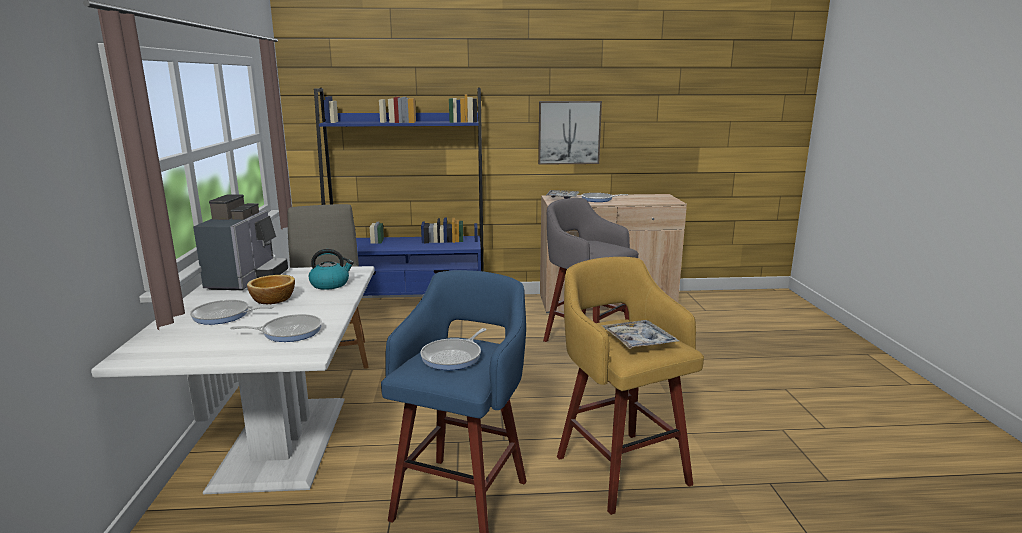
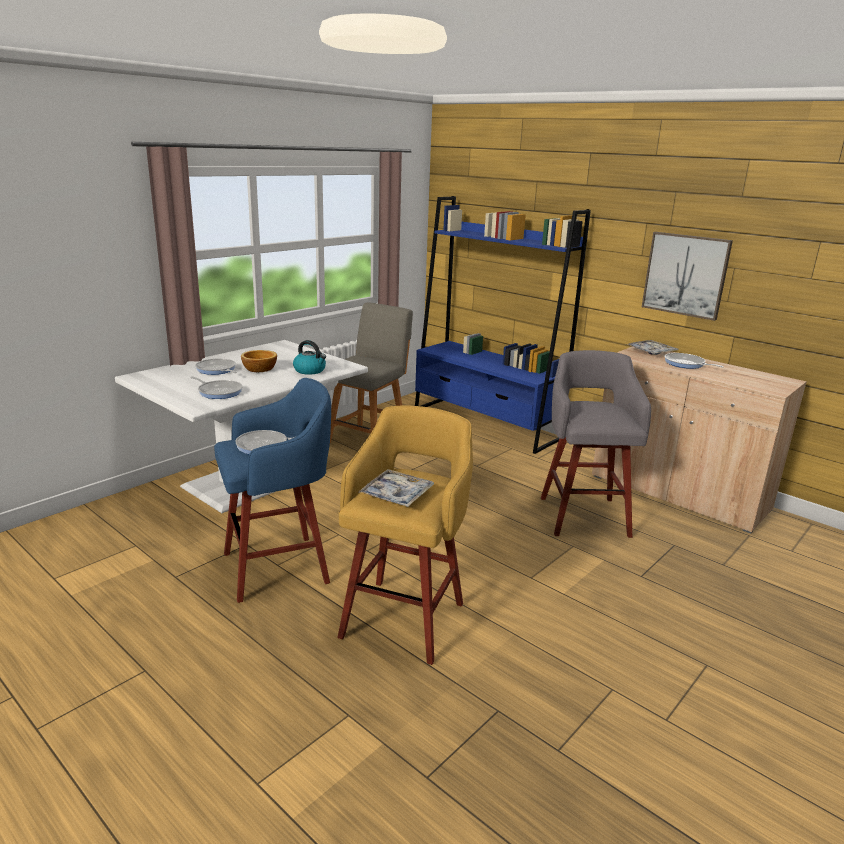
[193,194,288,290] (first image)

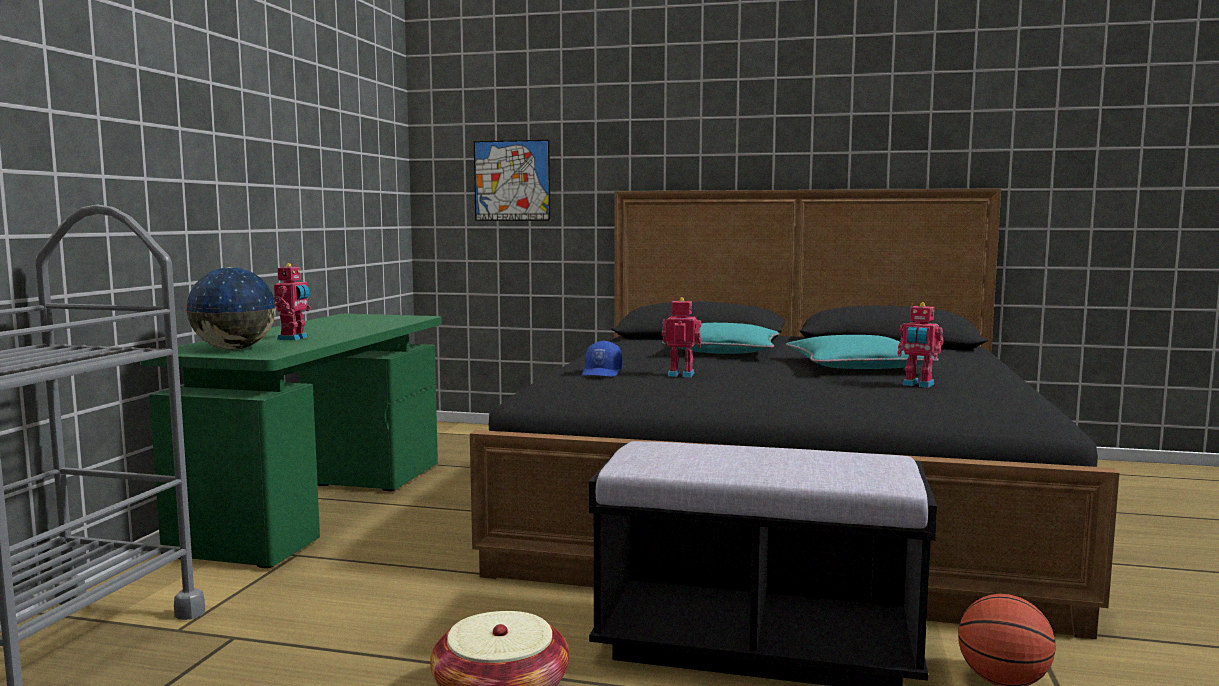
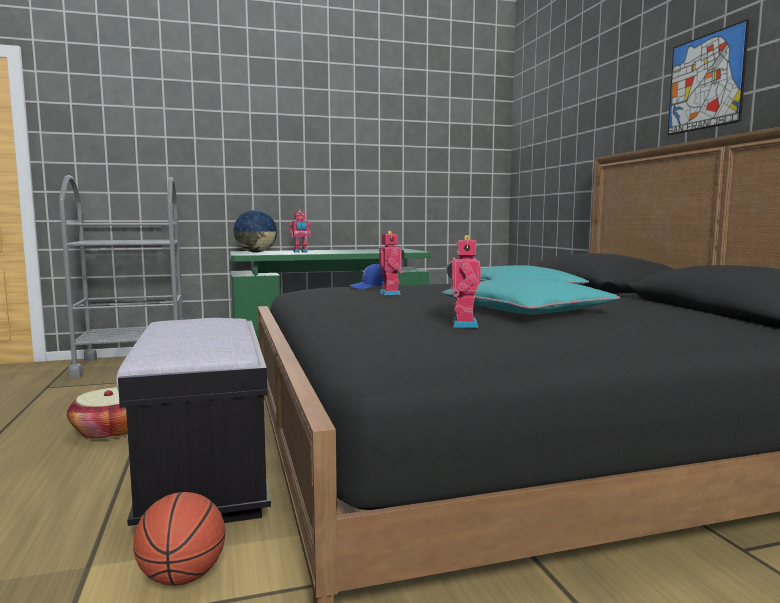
[668,19,750,135]

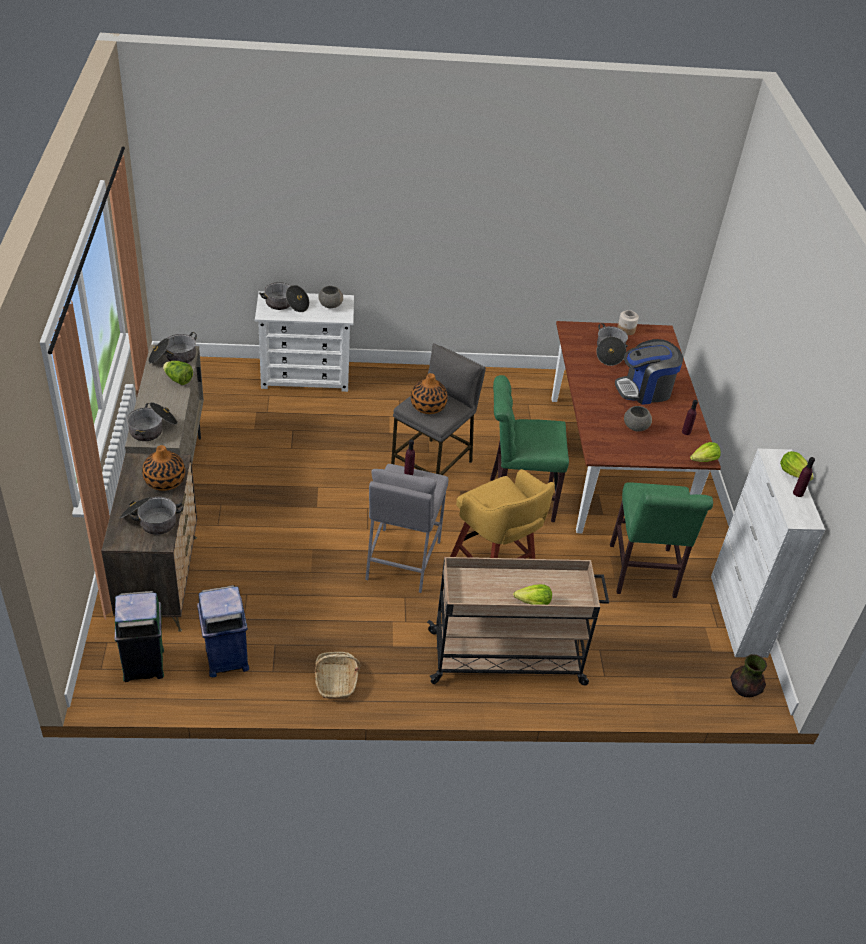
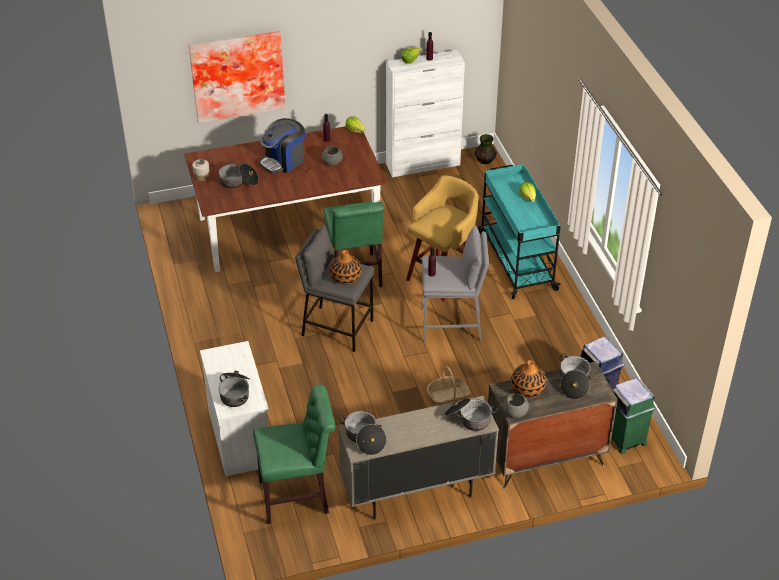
[163,361,193,385] (first image)
[189,31,286,123]
[427,366,470,406]
[503,393,529,418]
[253,384,335,524]
[478,164,561,299]
[259,118,305,173]

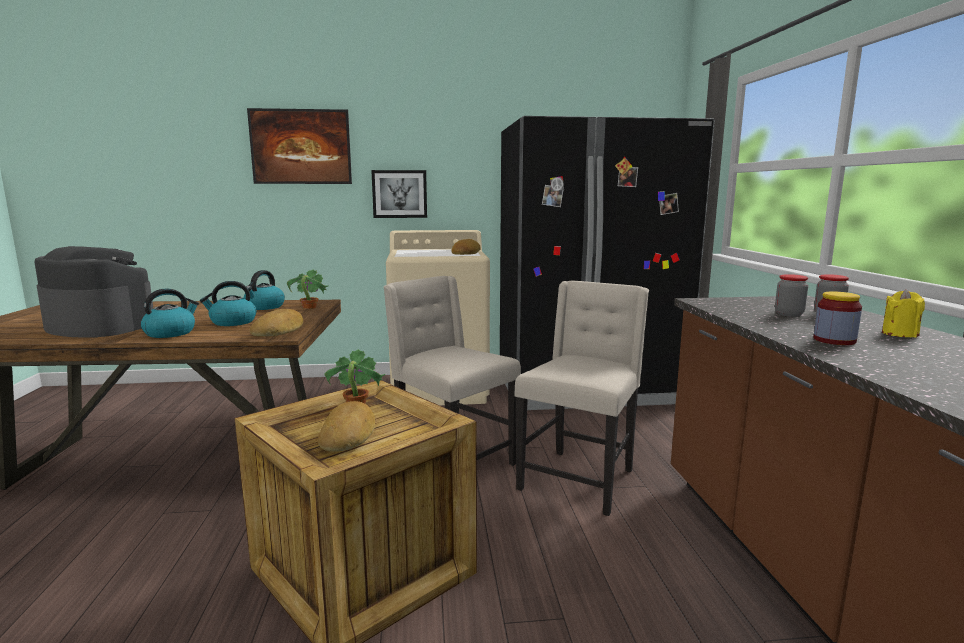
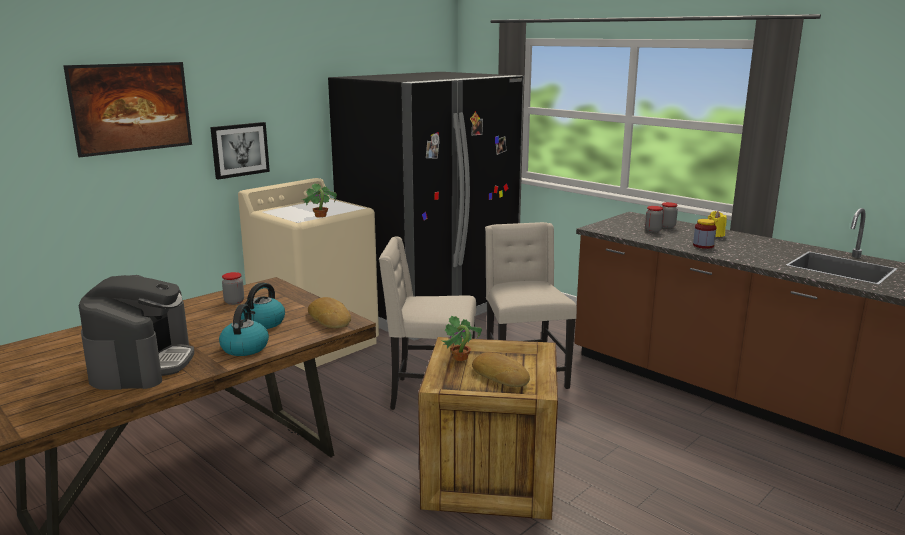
[451,239,481,255] (first image)
[302,183,337,218]
[222,272,244,305]
[79,275,194,390]

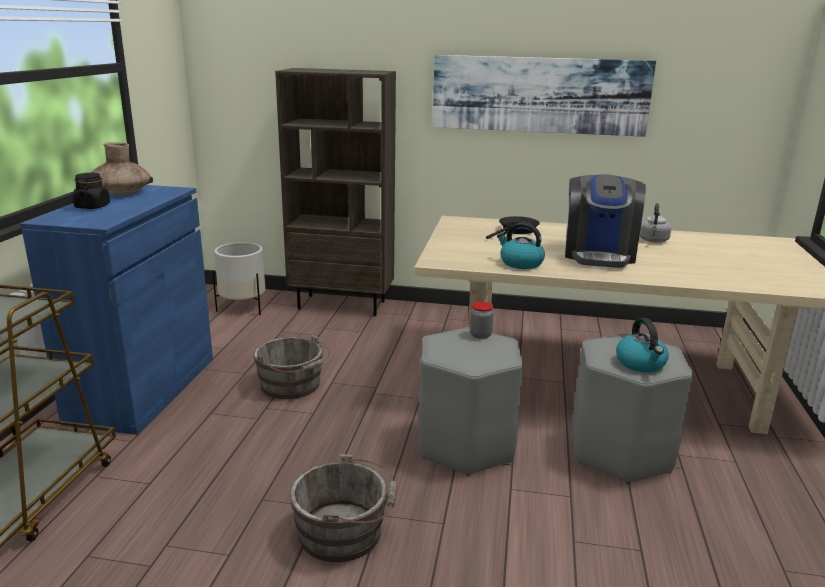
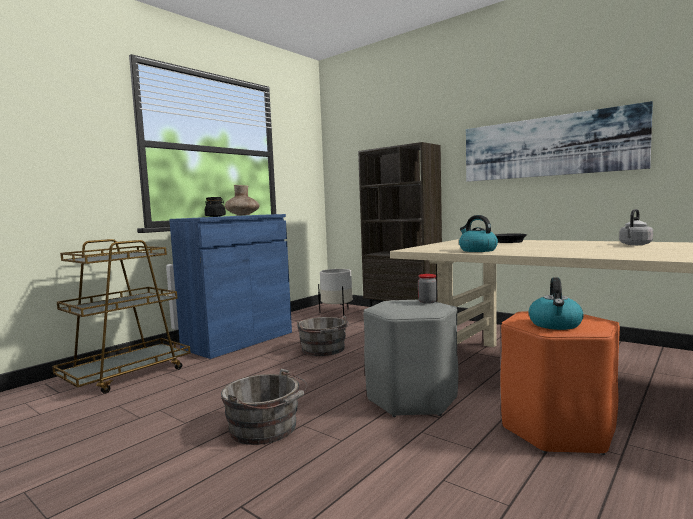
[565,174,646,268] (first image)
[501,311,620,455]

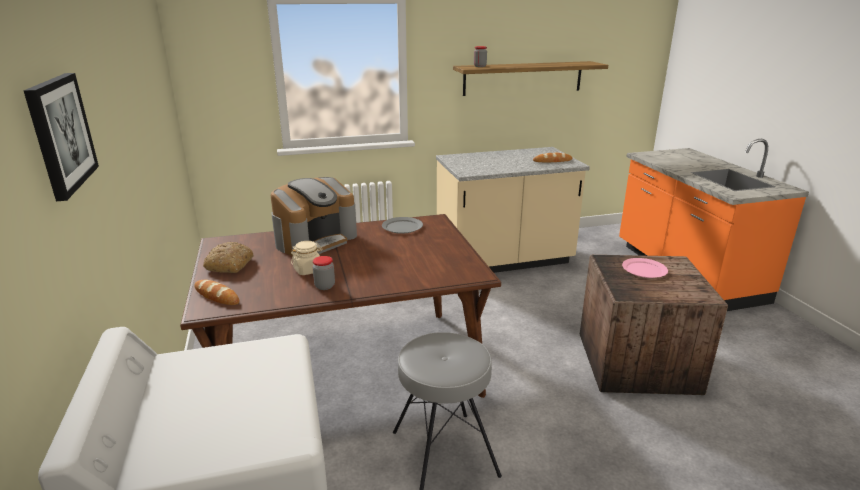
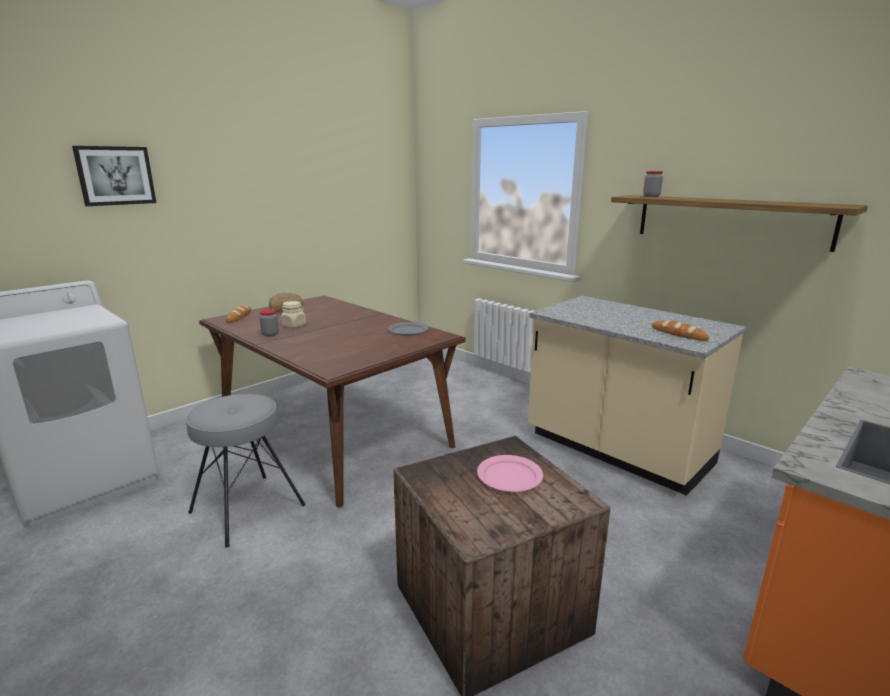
[271,177,357,257] (first image)

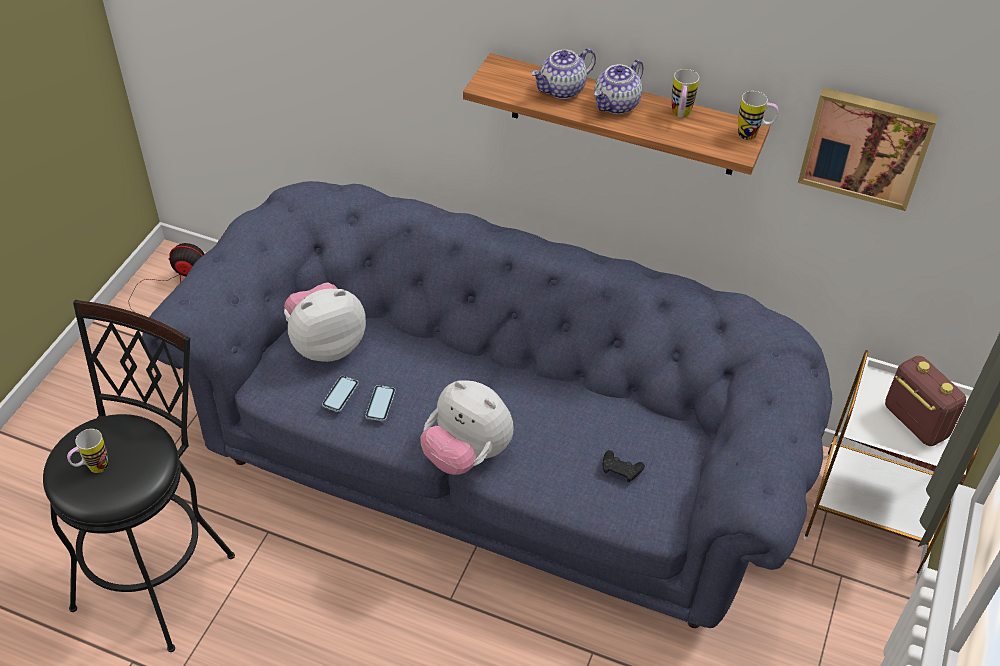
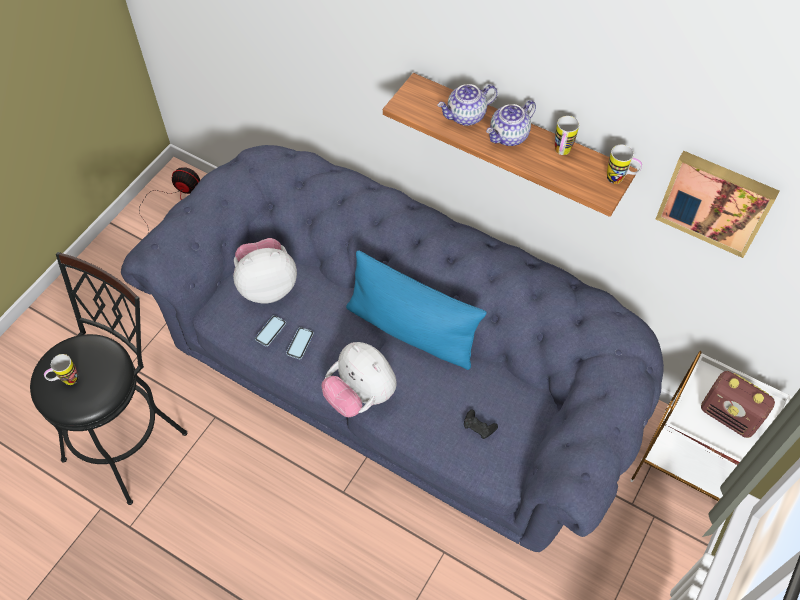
[346,250,487,370]
[701,371,775,438]

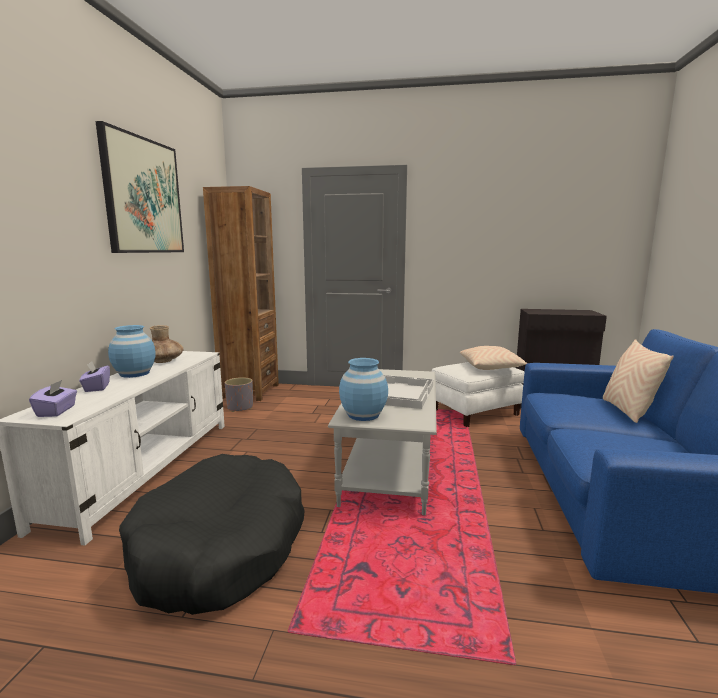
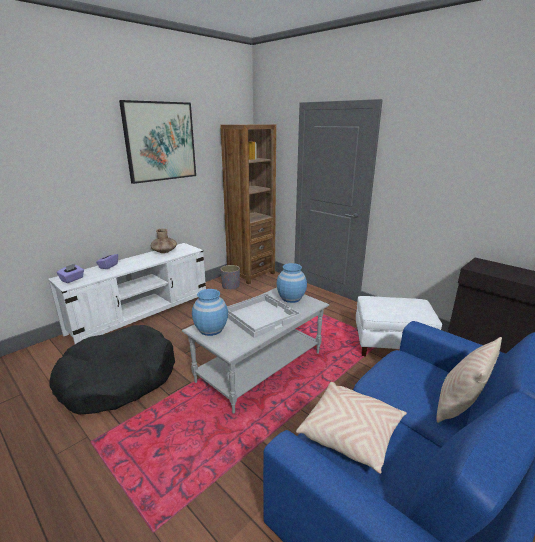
[277,263,307,303]
[296,382,407,474]

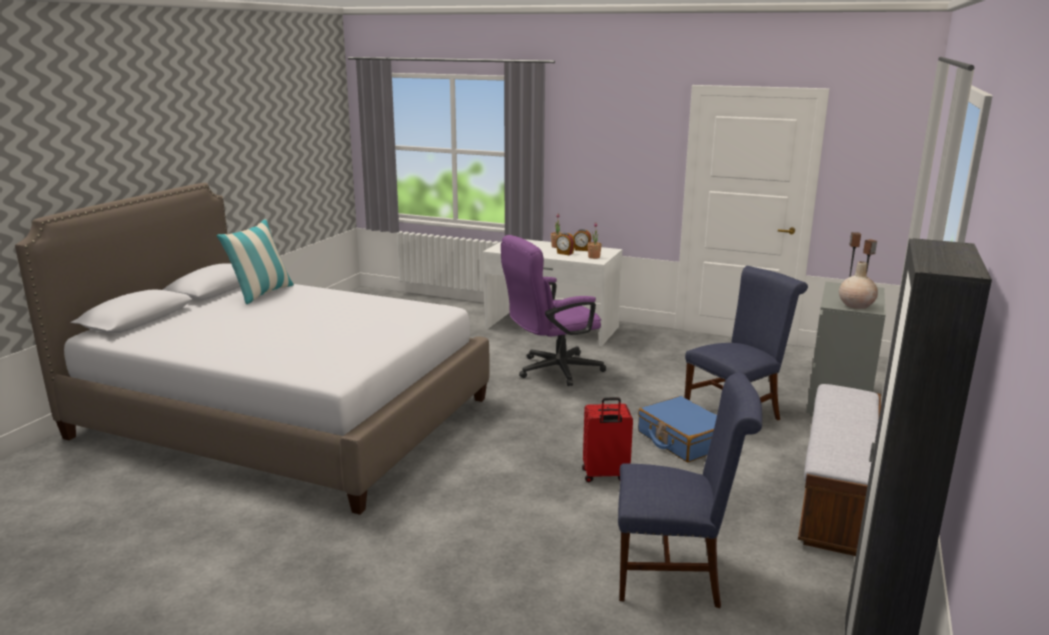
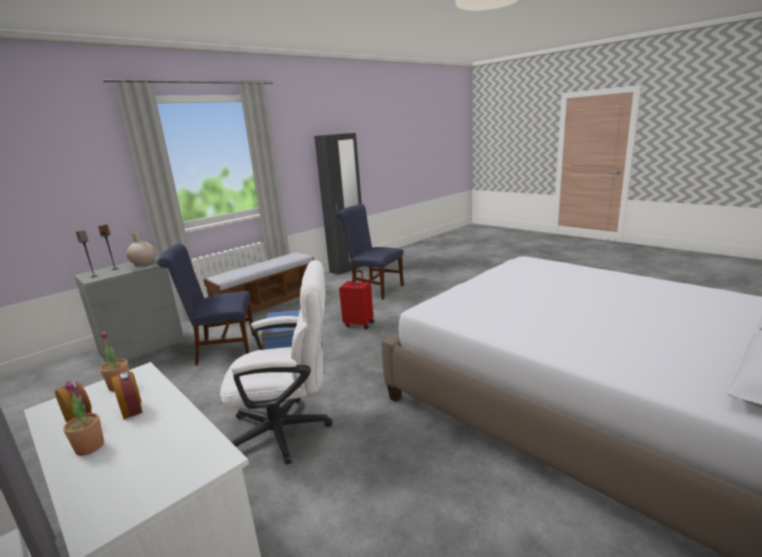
[217,219,294,304] (first image)
[220,260,332,465]

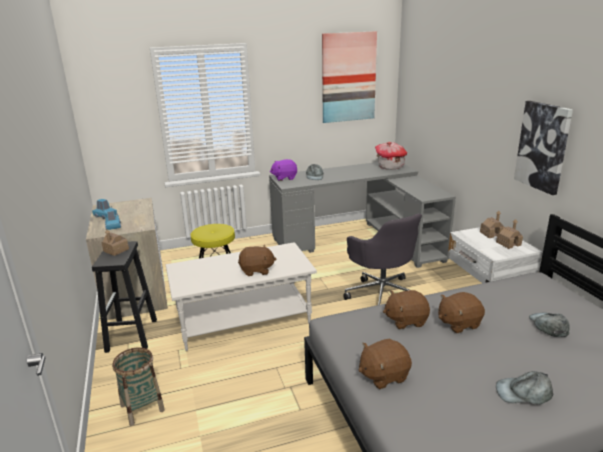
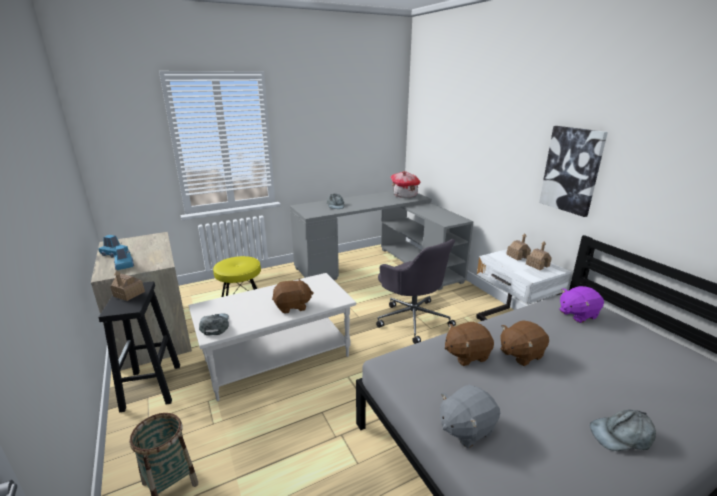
[322,31,377,123] (first image)
[559,286,604,323]
[199,313,229,336]
[440,385,500,448]

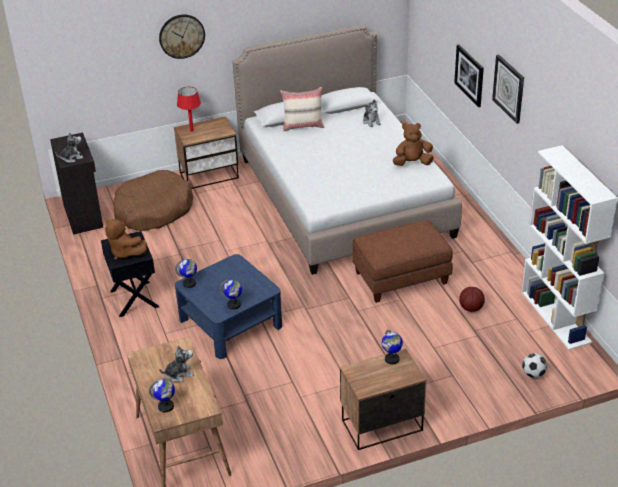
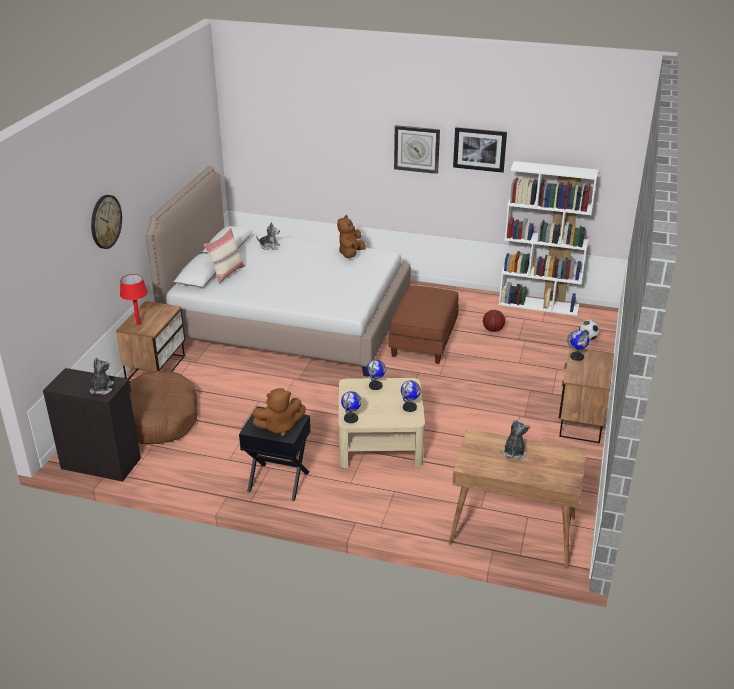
[367,359,386,390]
[453,127,507,173]
[338,378,425,468]

